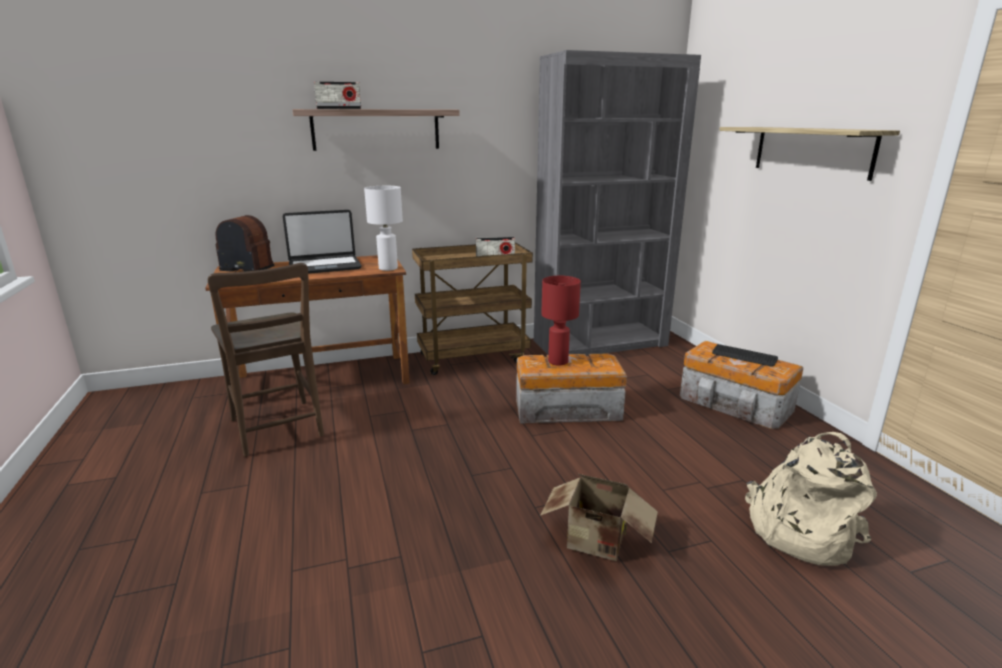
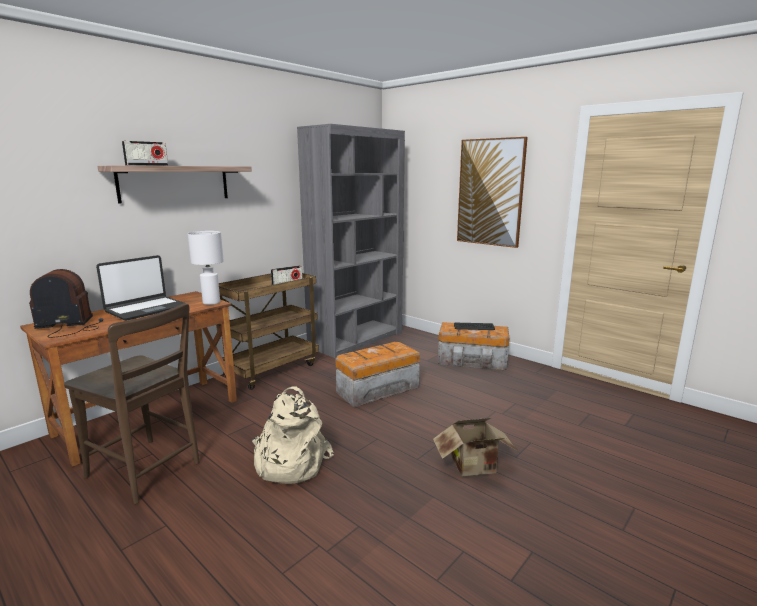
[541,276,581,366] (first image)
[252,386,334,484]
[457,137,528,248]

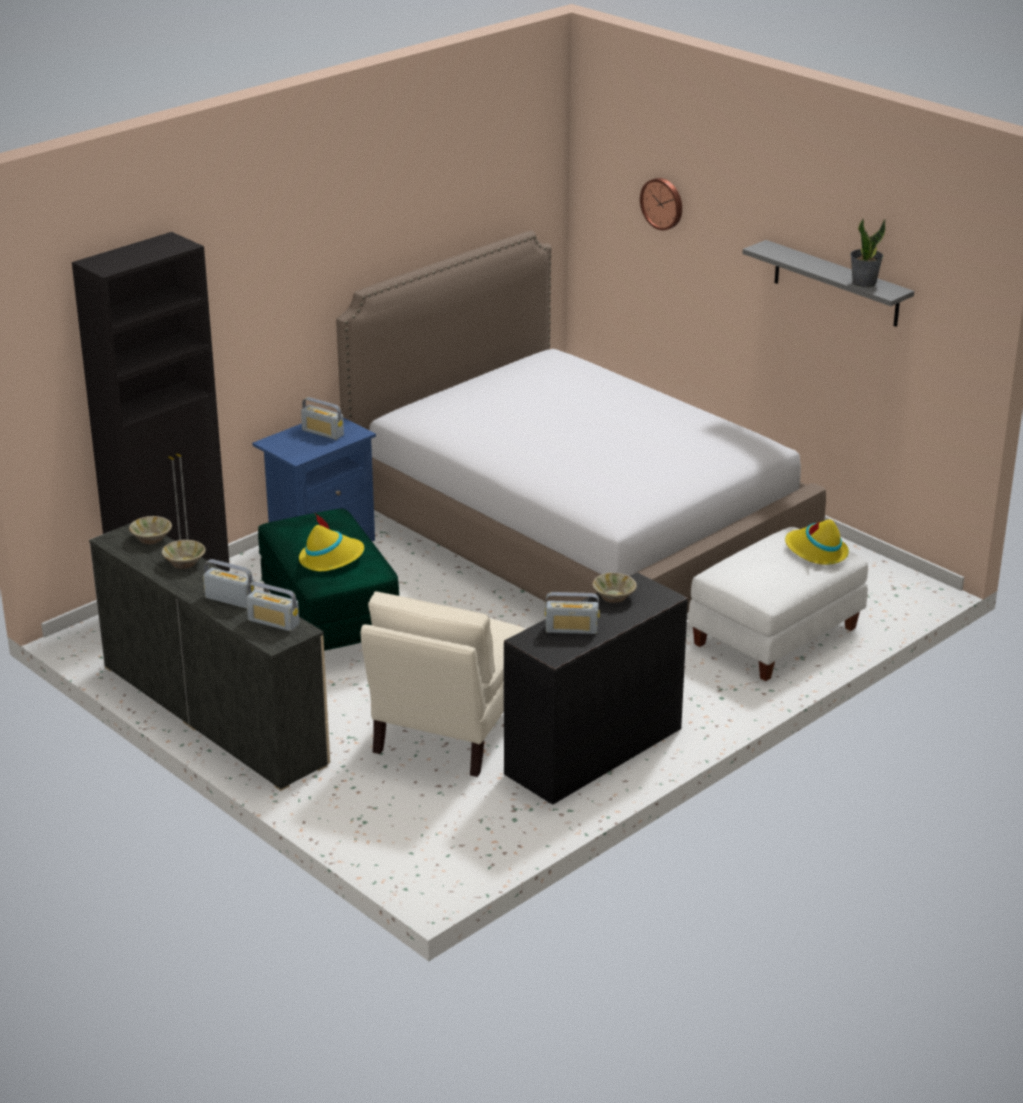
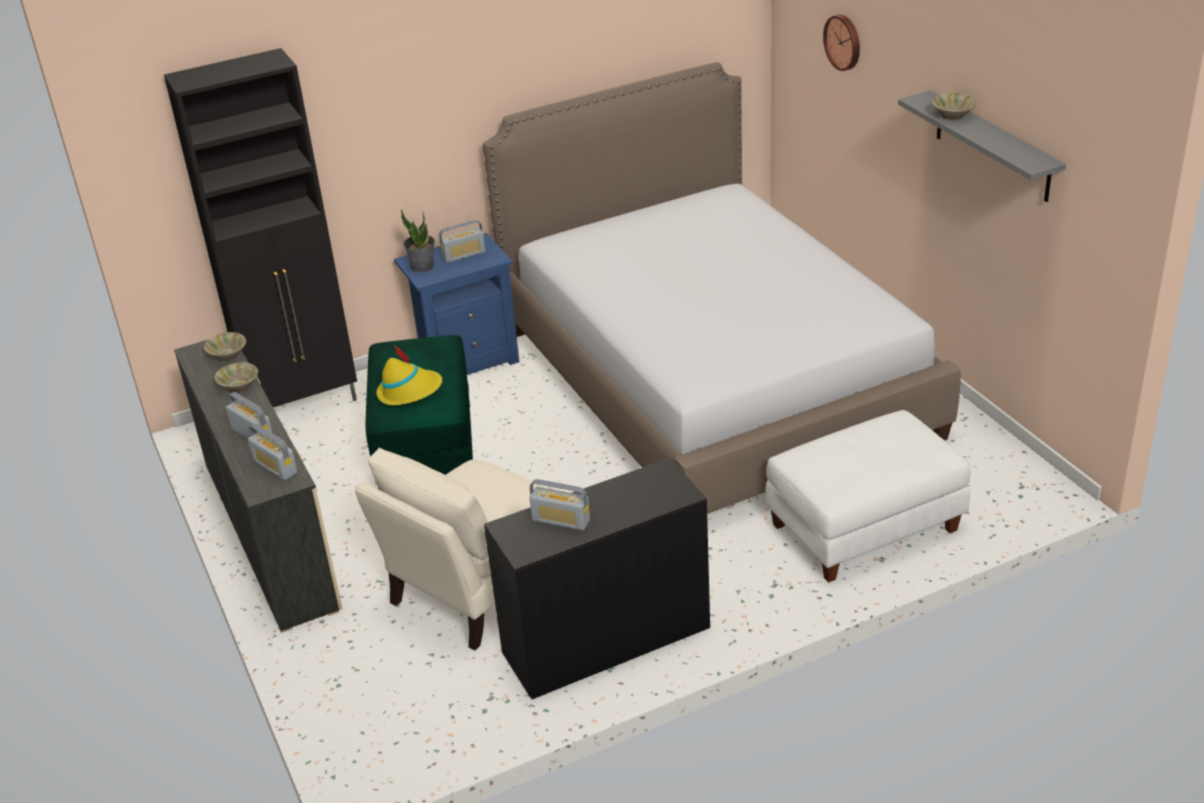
[785,519,849,565] (first image)
[932,93,976,120]
[401,210,435,273]
[439,220,485,263]

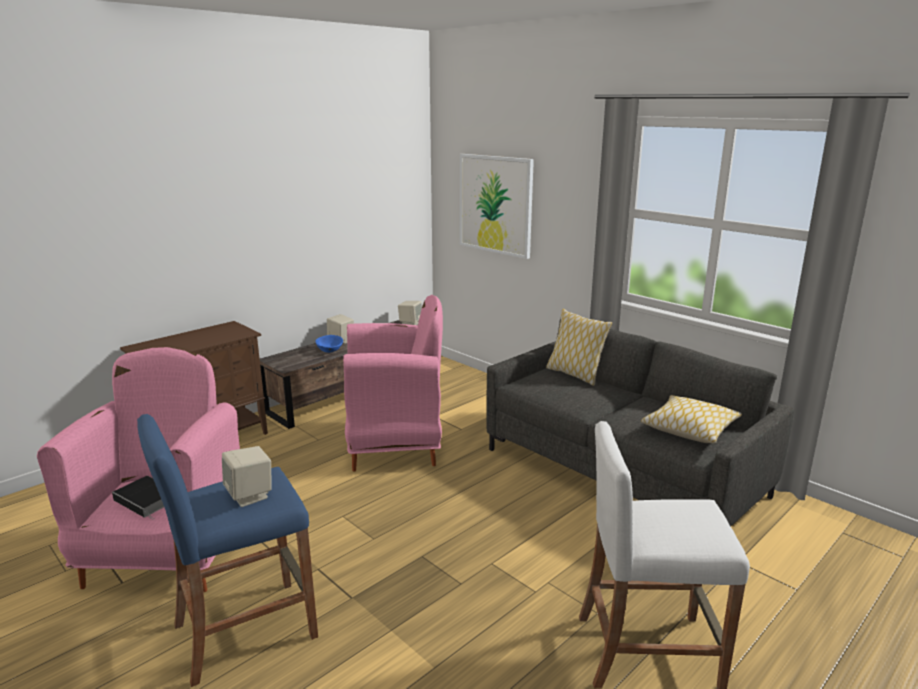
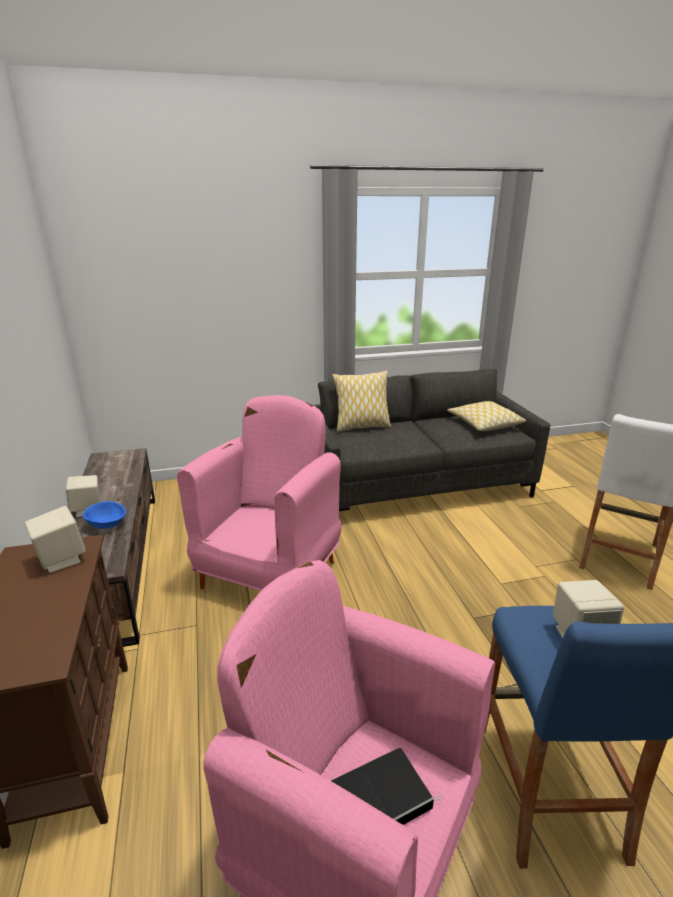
[460,154,534,259] (first image)
[25,506,86,573]

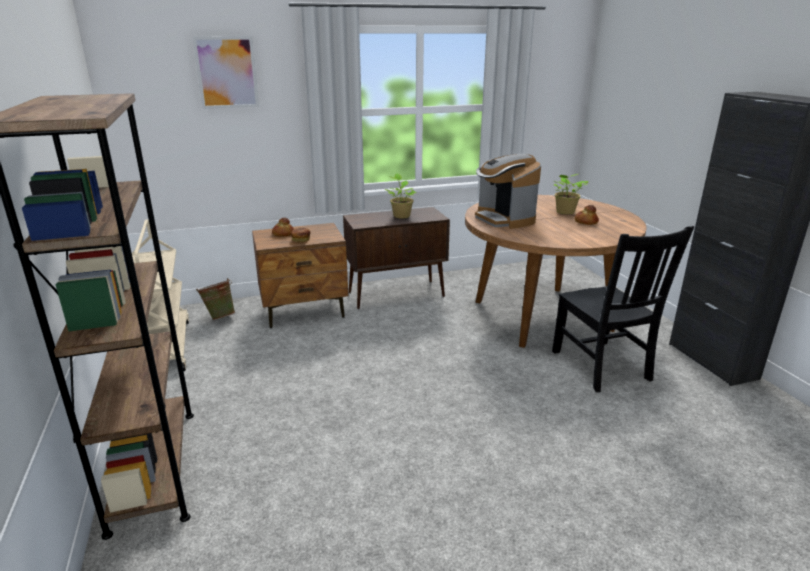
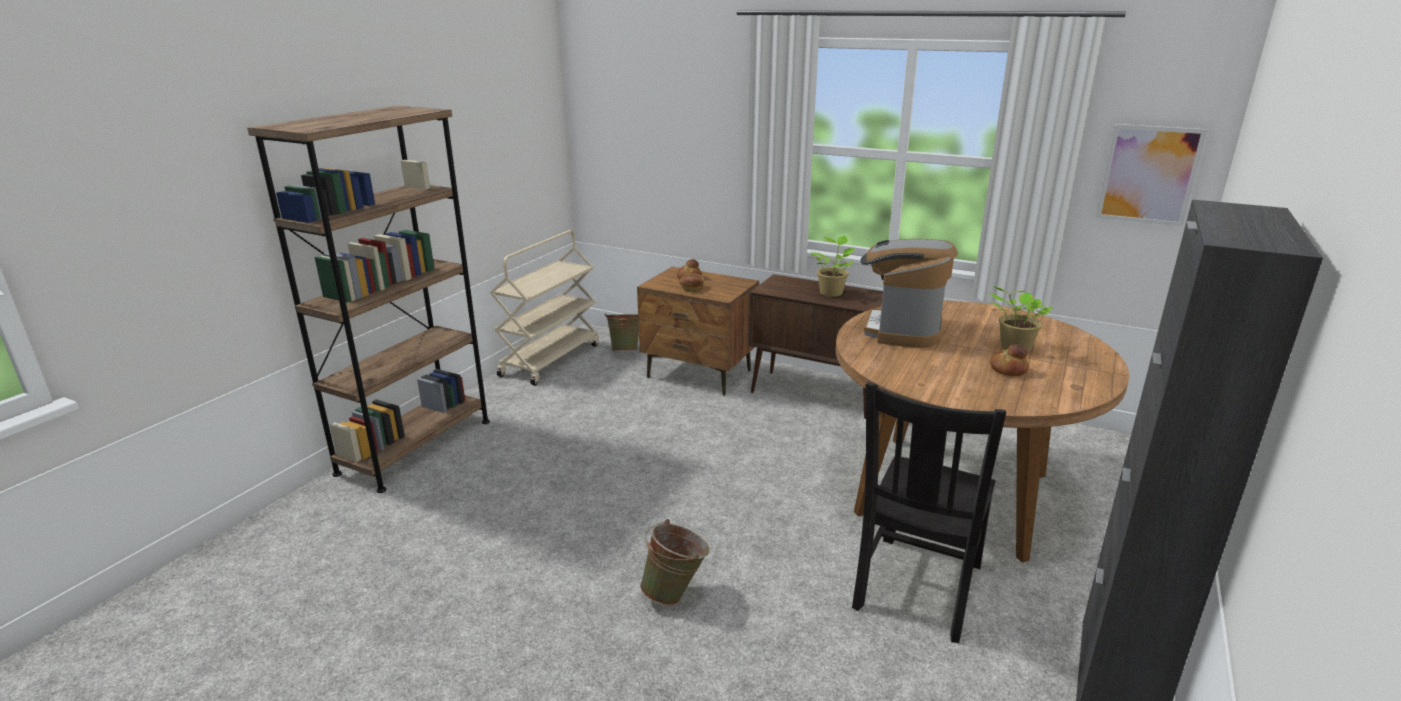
[640,519,709,606]
[1096,124,1207,226]

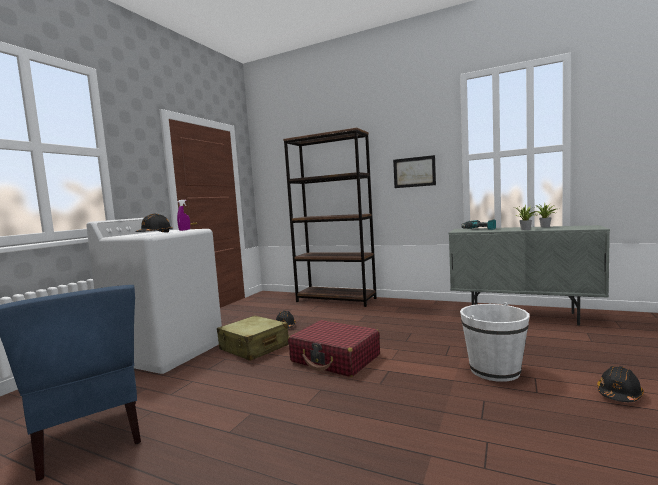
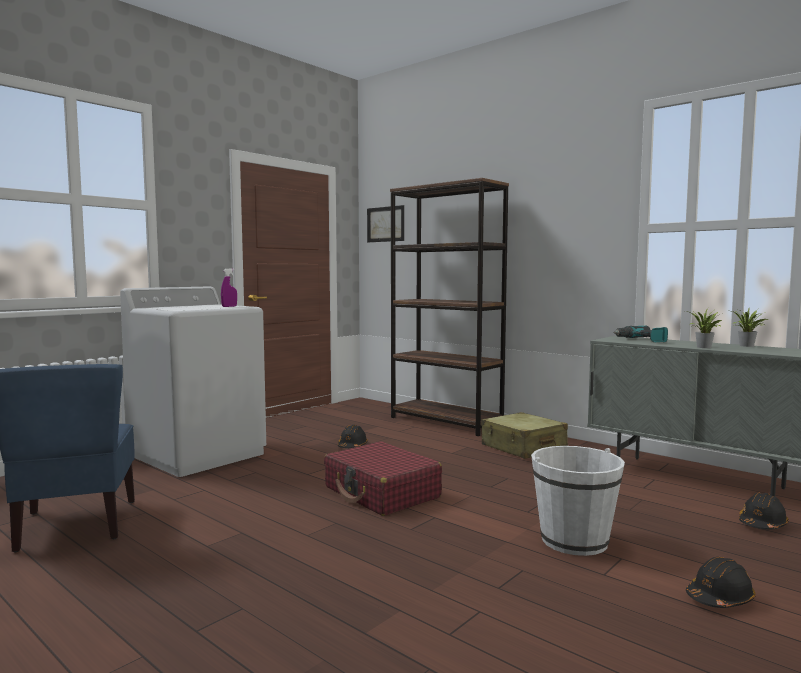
[739,493,789,530]
[481,412,568,459]
[367,205,404,242]

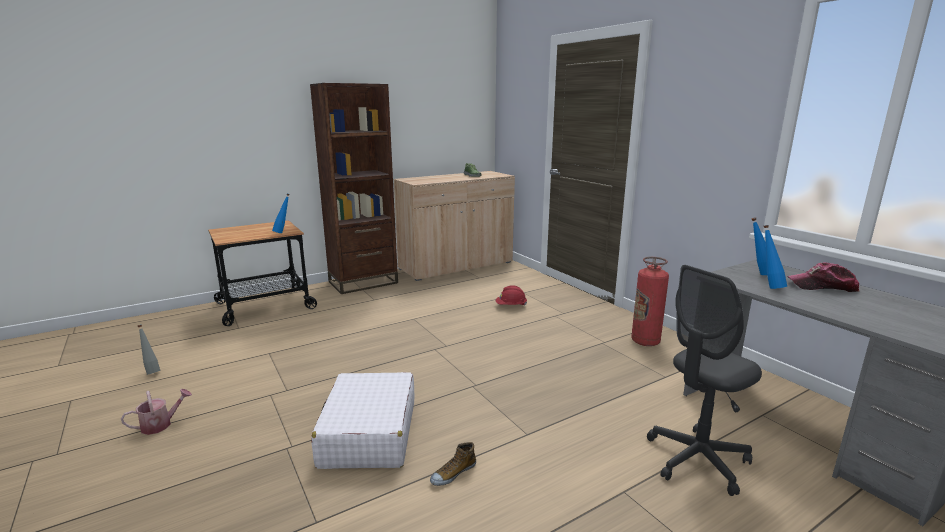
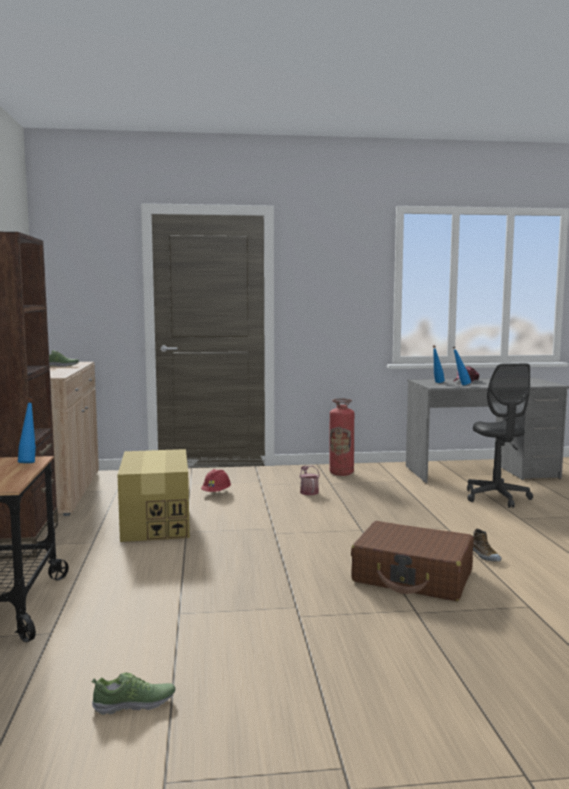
[118,449,190,542]
[299,466,320,495]
[92,672,175,715]
[351,521,474,601]

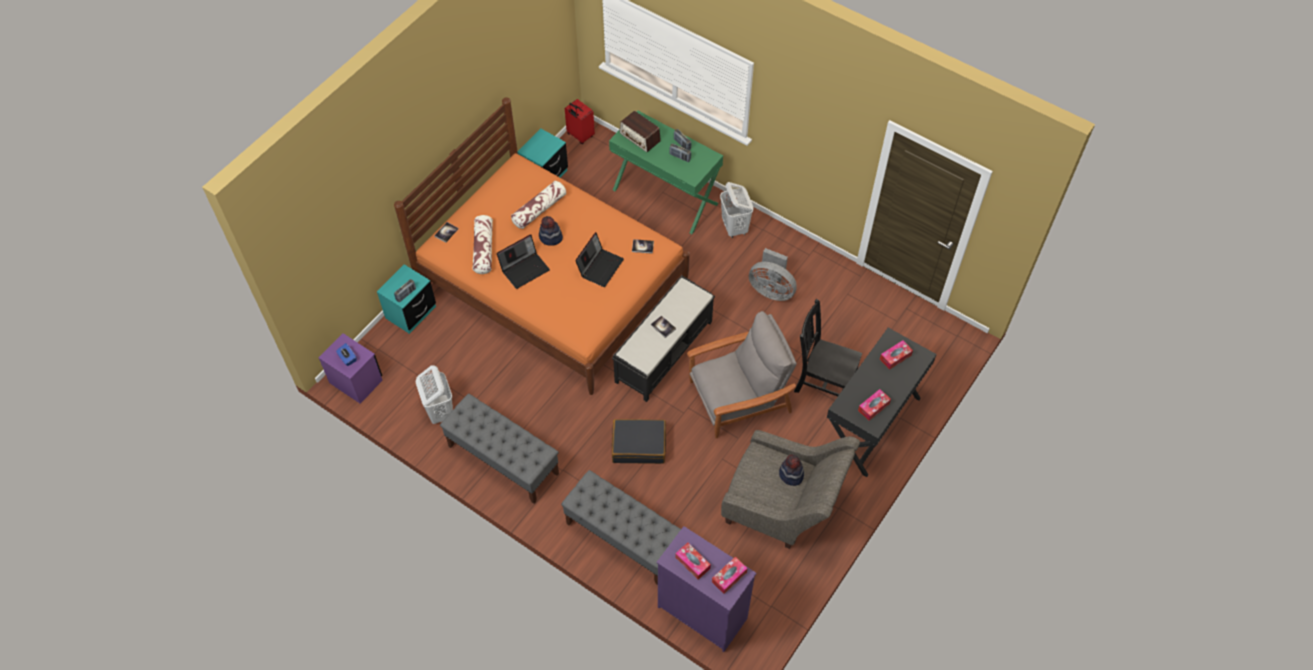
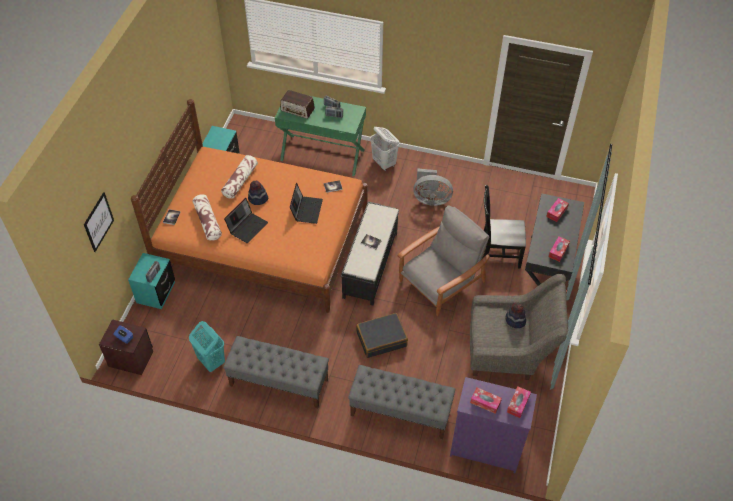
[565,99,595,144] (first image)
[84,192,114,252]
[99,319,153,375]
[189,321,225,372]

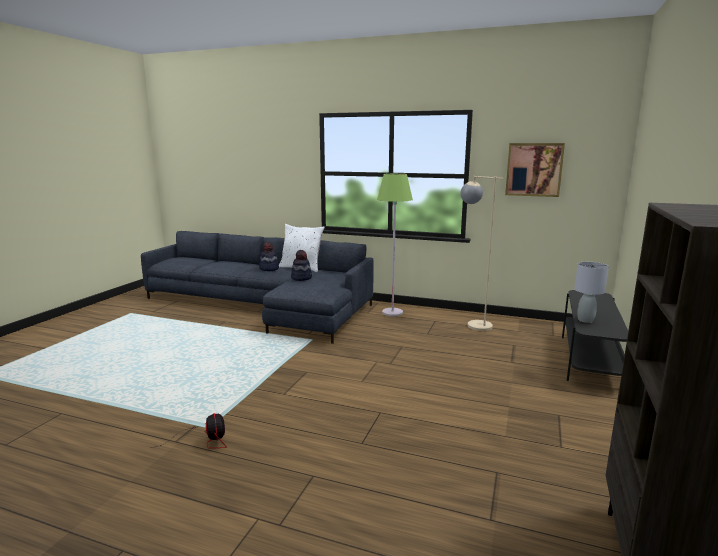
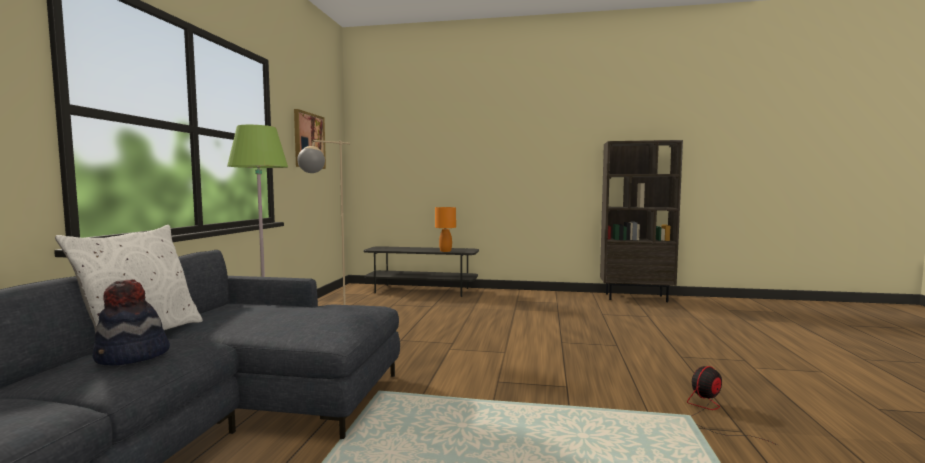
[291,250,312,281] (first image)
[435,207,456,252]

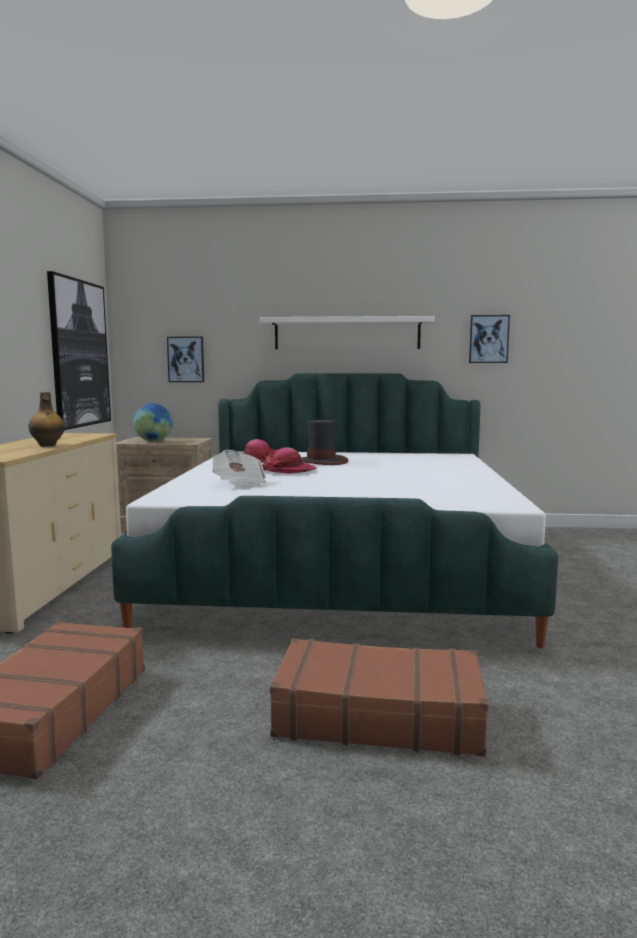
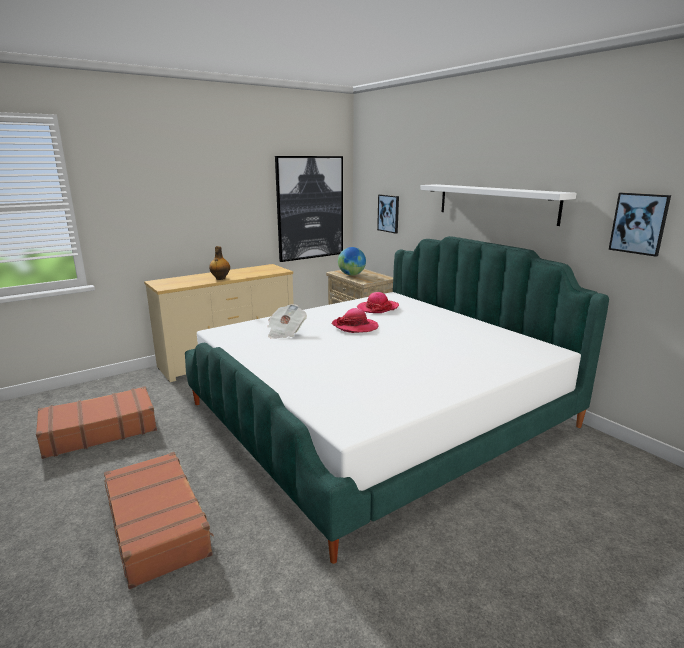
[301,420,348,465] (first image)

